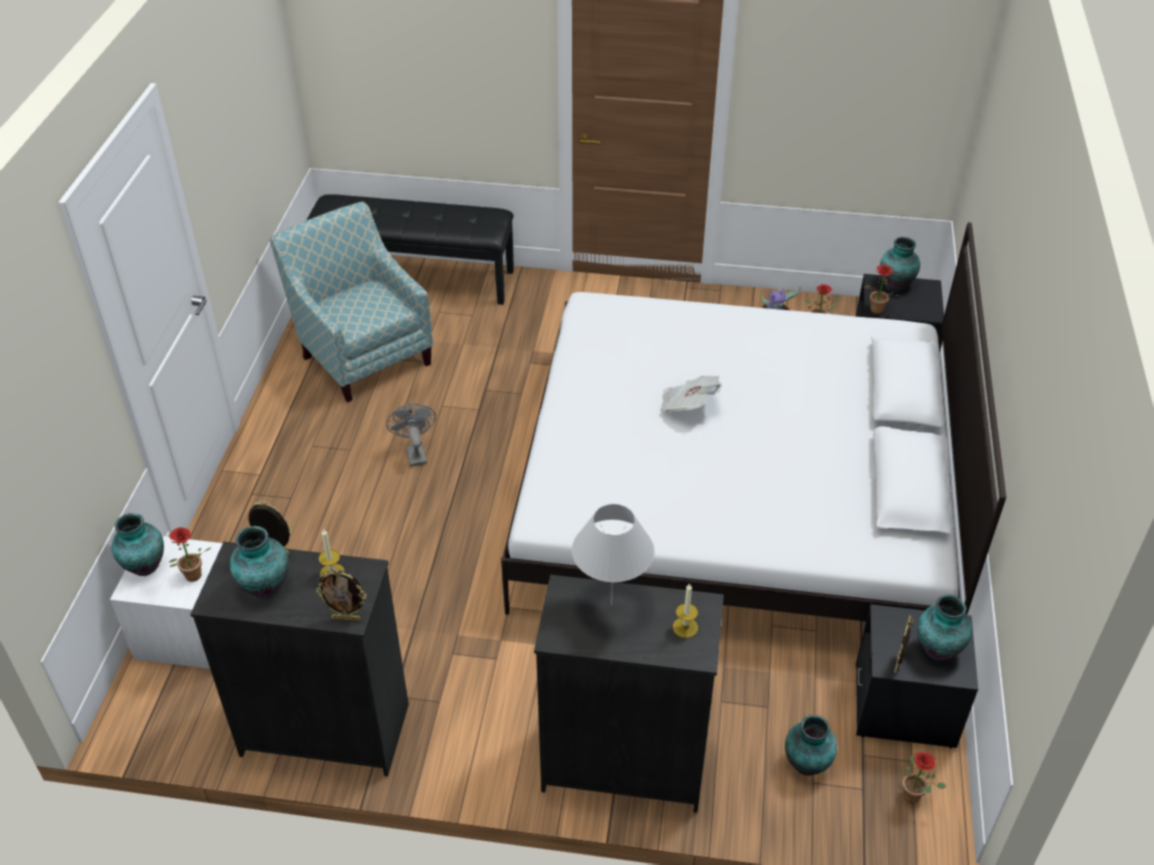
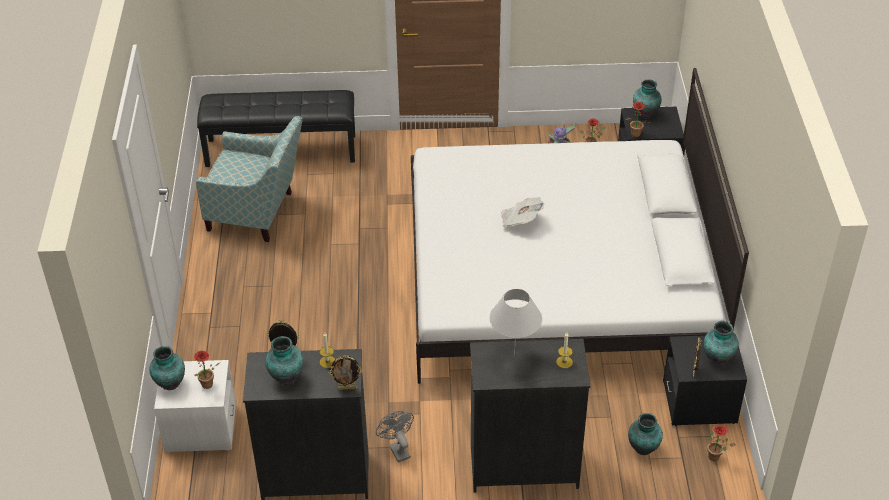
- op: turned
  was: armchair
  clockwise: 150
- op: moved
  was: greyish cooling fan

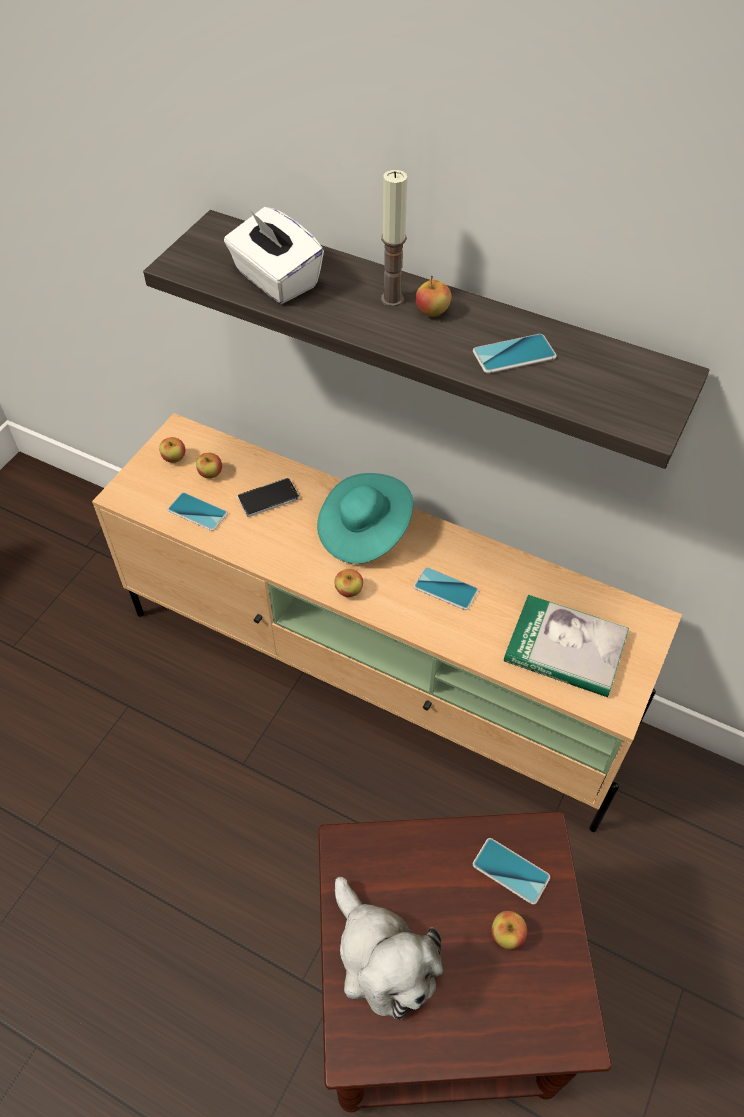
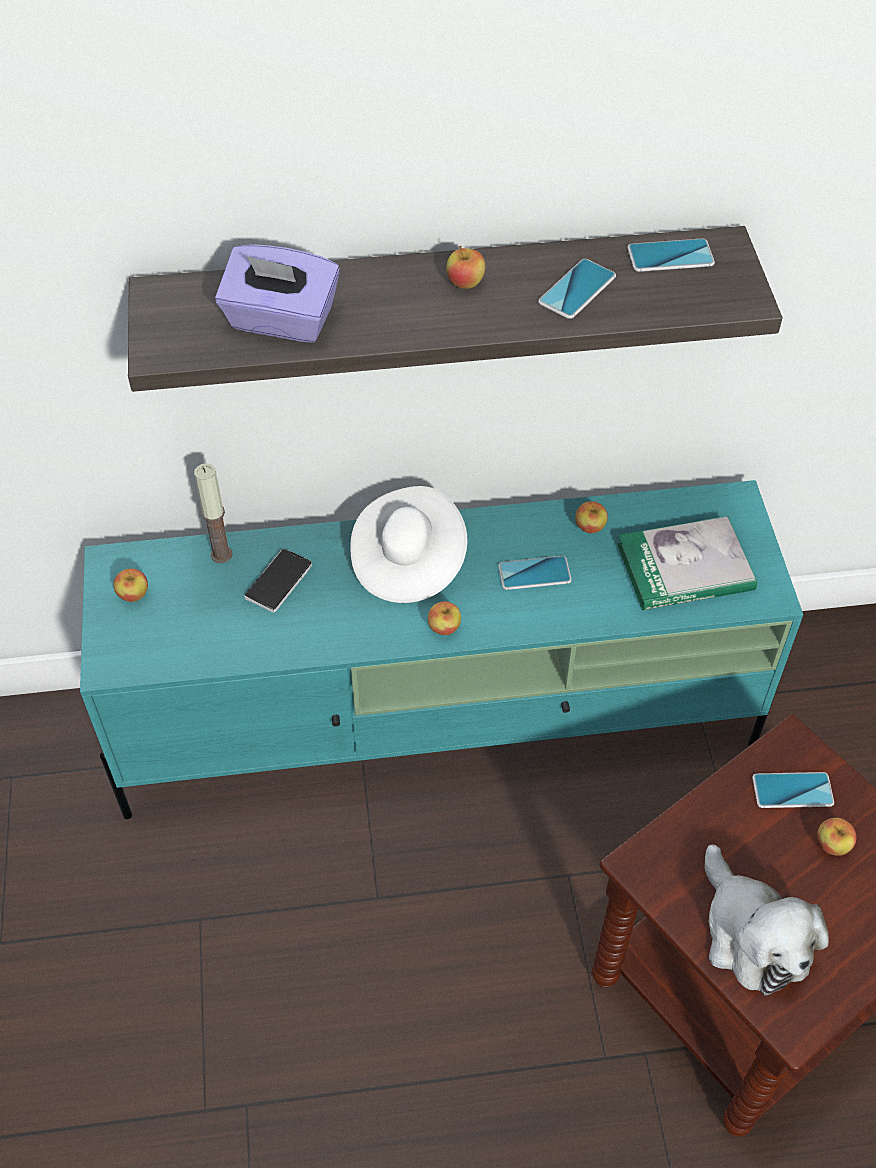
- op: moved
  was: wax candle
- op: recoloured
  was: whitish box of tissues
  now: purple-coloured box of tissues
- op: recoloured
  was: sand-coloured media console
  now: turquoise media console
- op: moved
  was: apple (2nd from left in the first image)
  now: apple (4th from left)
- op: recoloured
  was: turquoise wearable hat
  now: whitish wearable hat
- op: moved
  was: handset (1st from left in the first image)
  now: handset (4th from left)
- op: turned
  was: plush toy
  clockwise: 45

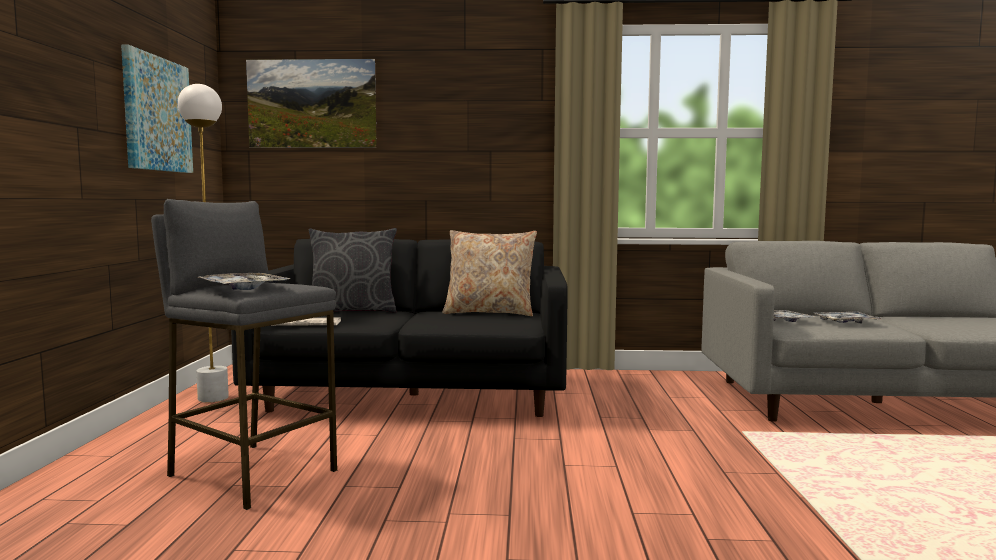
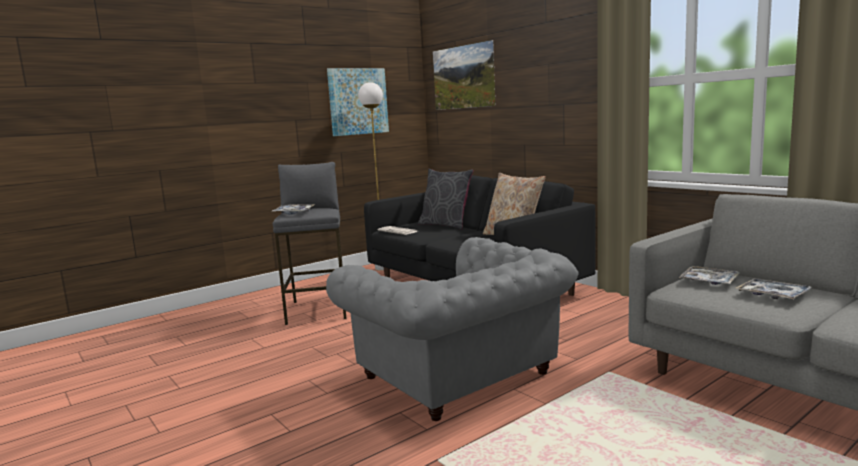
- op: added
  now: greyish armchair

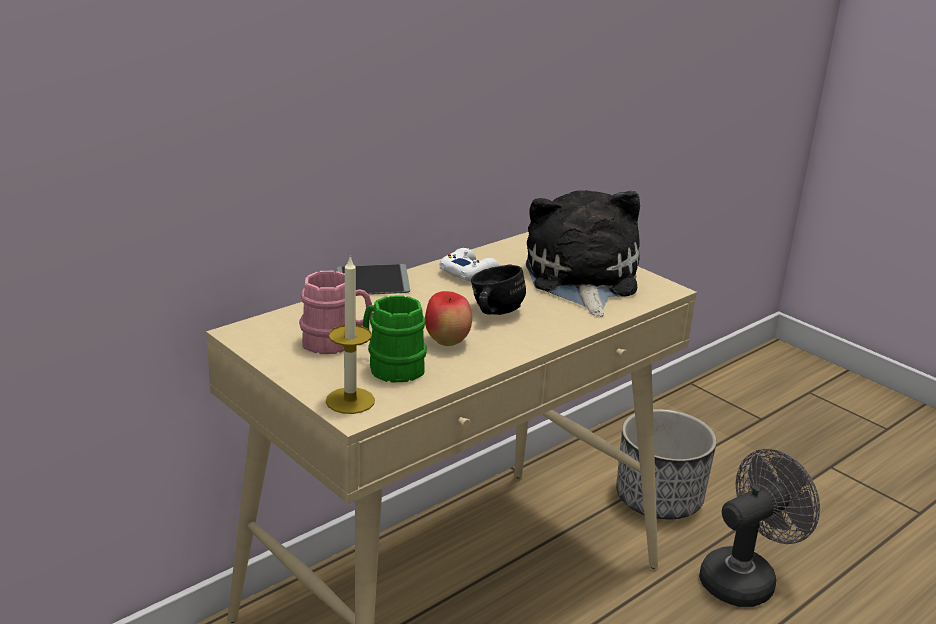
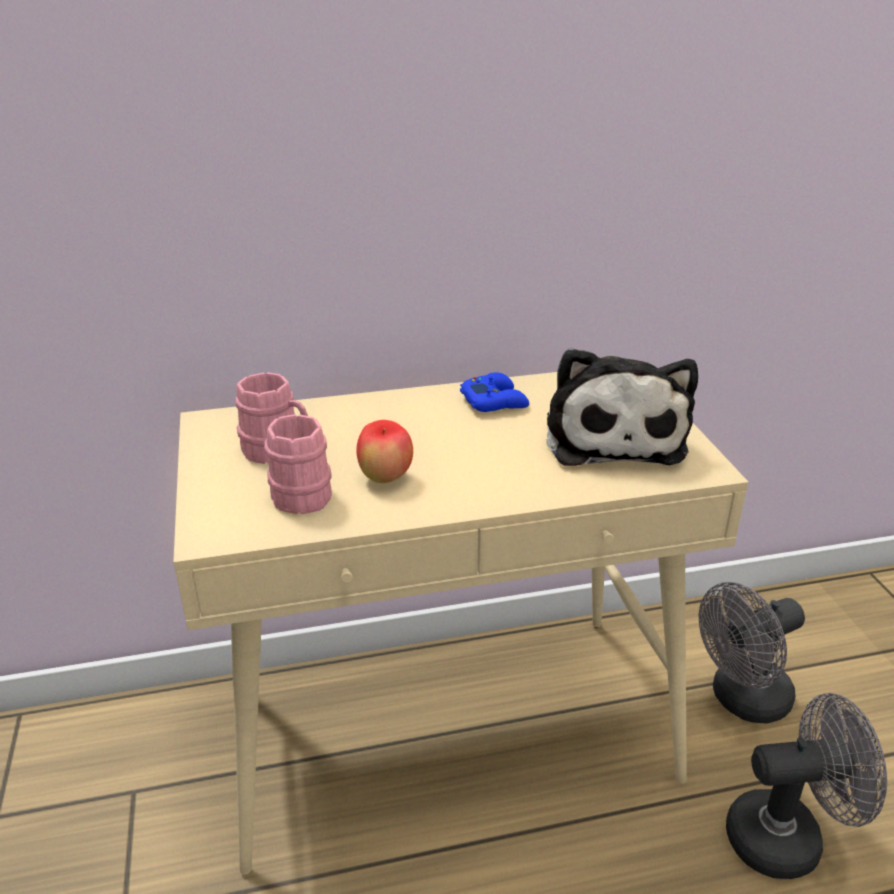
- op: turned
  was: plush toy
  clockwise: 150
- op: recoloured
  was: whitish joypad
  now: bluish joypad
- op: removed
  was: wax candle
- op: removed
  was: handset
- op: removed
  was: black-coloured tea mug
- op: recoloured
  was: greenish tea mug
  now: pink-coloured tea mug (2nd from left)
- op: replaced
  was: flower pot
  now: greyish cooling fan (1st from left)

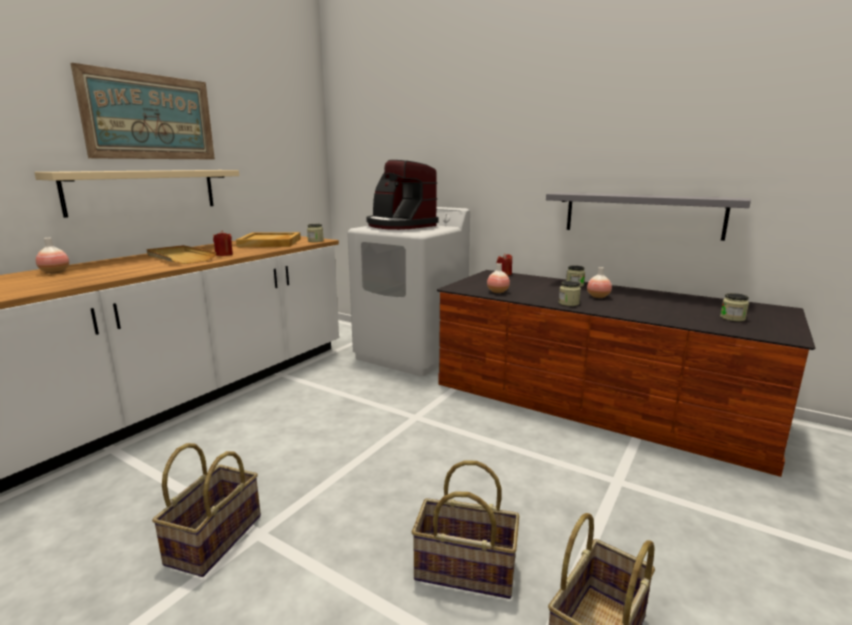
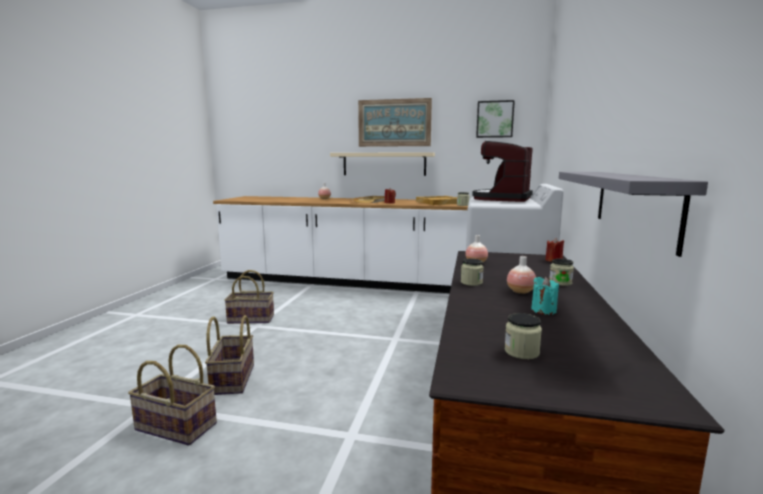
- op: added
  now: wall art (2nd from left)
- op: added
  now: turquoise wax candle

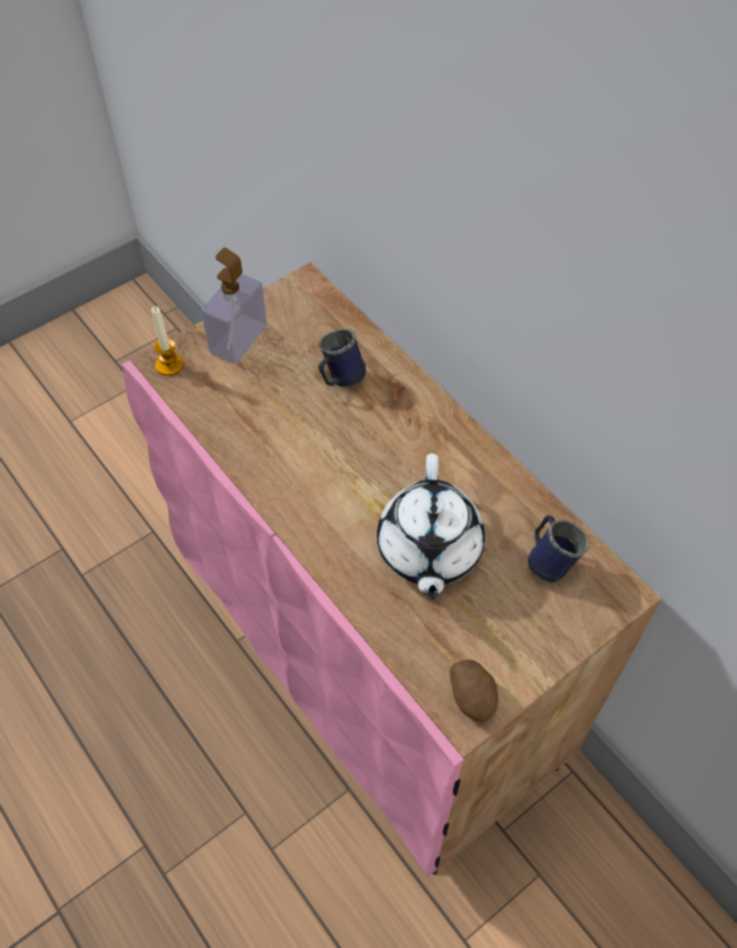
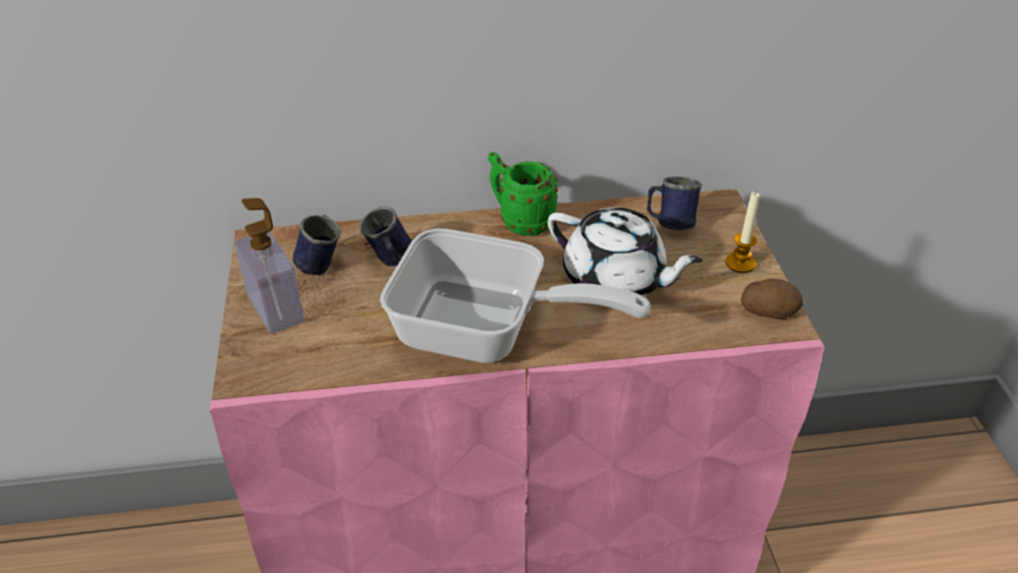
- op: moved
  was: wax candle
- op: added
  now: greenish tea mug
- op: added
  now: bluish tea mug (1st from left)
- op: added
  now: frying pan

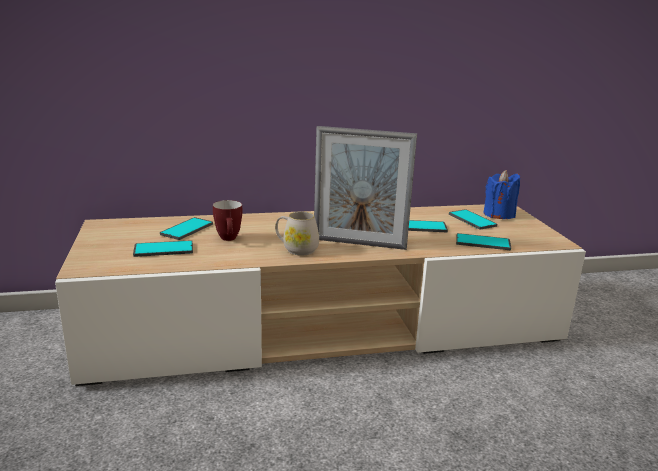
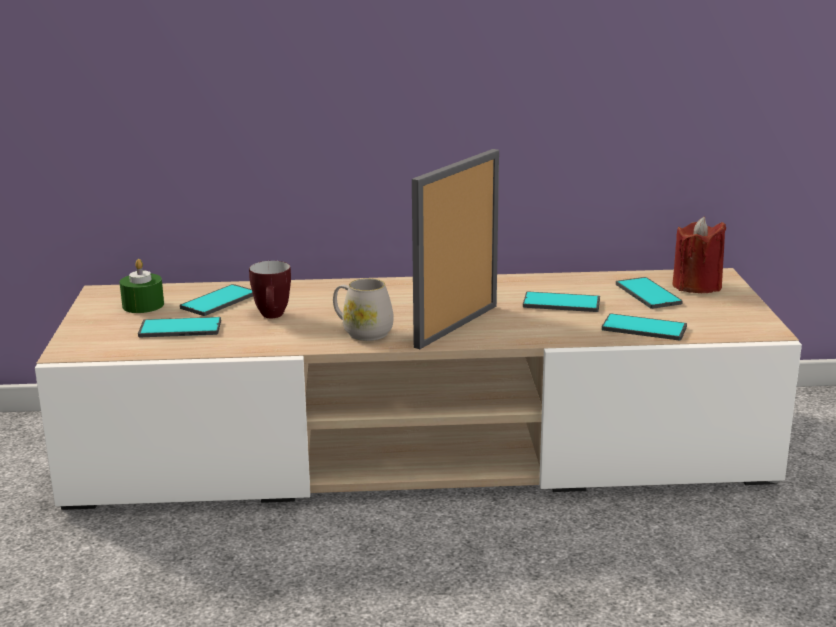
- op: turned
  was: standing frame
  clockwise: 105
- op: recoloured
  was: bluish wax candle
  now: red wax candle
- op: added
  now: greenish wax candle

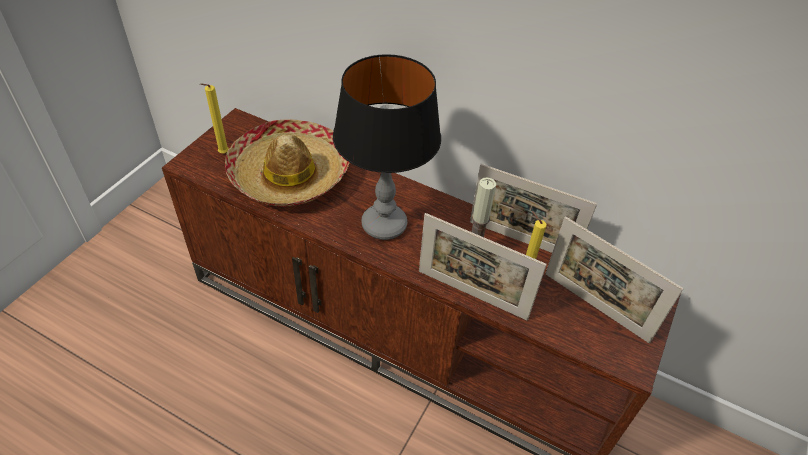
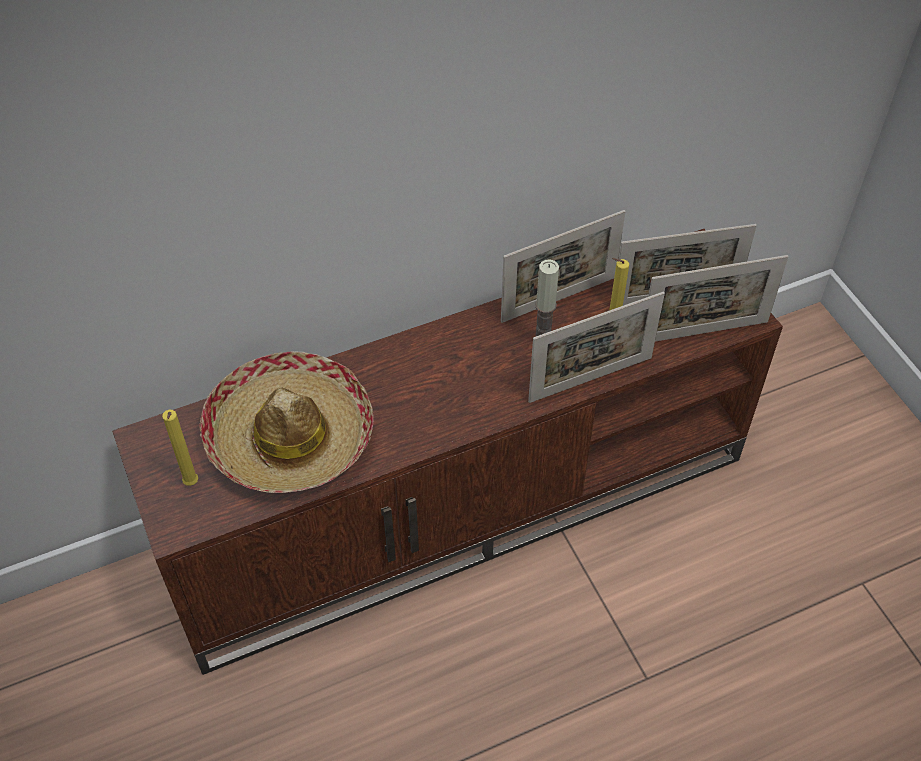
- op: removed
  was: tabletop lamp
- op: added
  now: standing frame (4th from left)

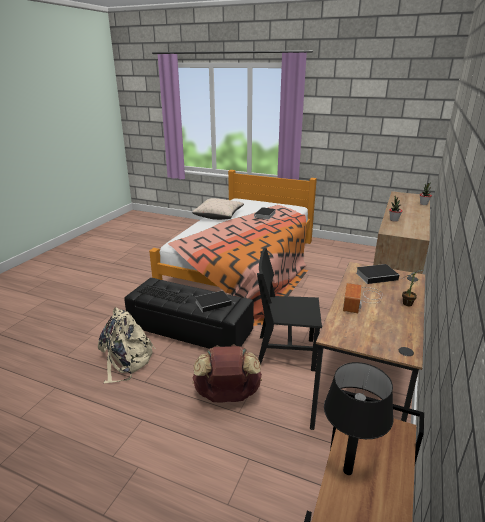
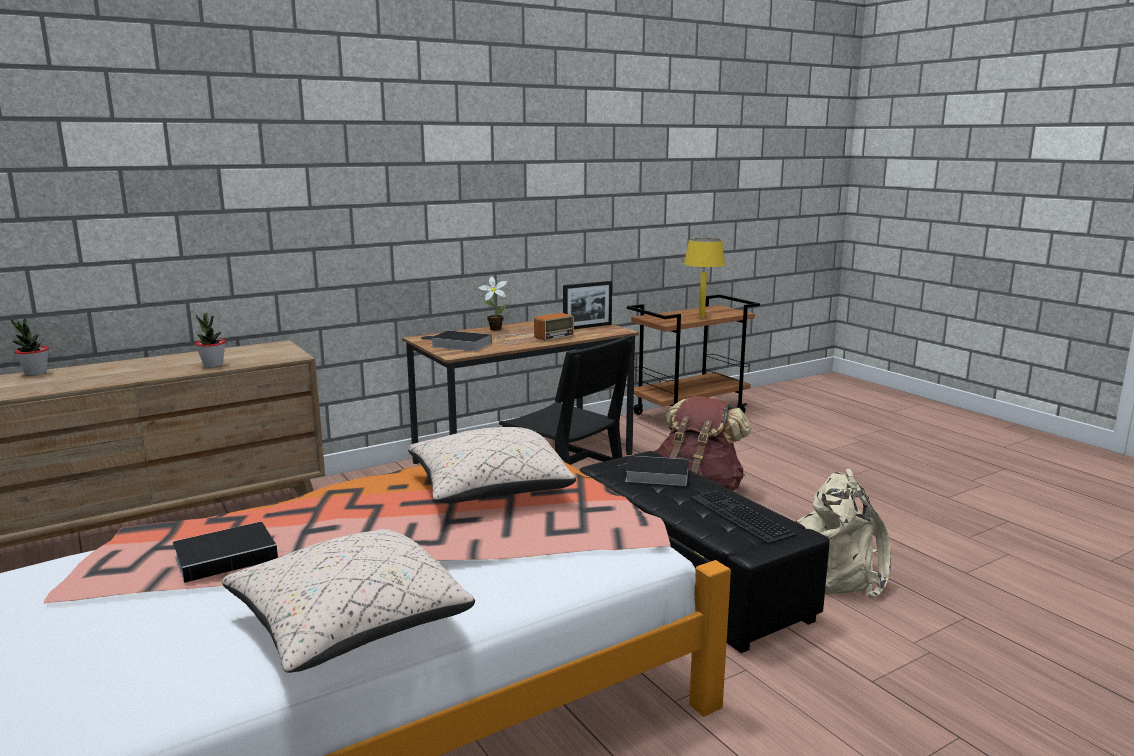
- op: recoloured
  was: black-coloured tabletop lamp
  now: yellow tabletop lamp
- op: added
  now: standing frame
- op: added
  now: sand-coloured throw pillow (2nd from left)

